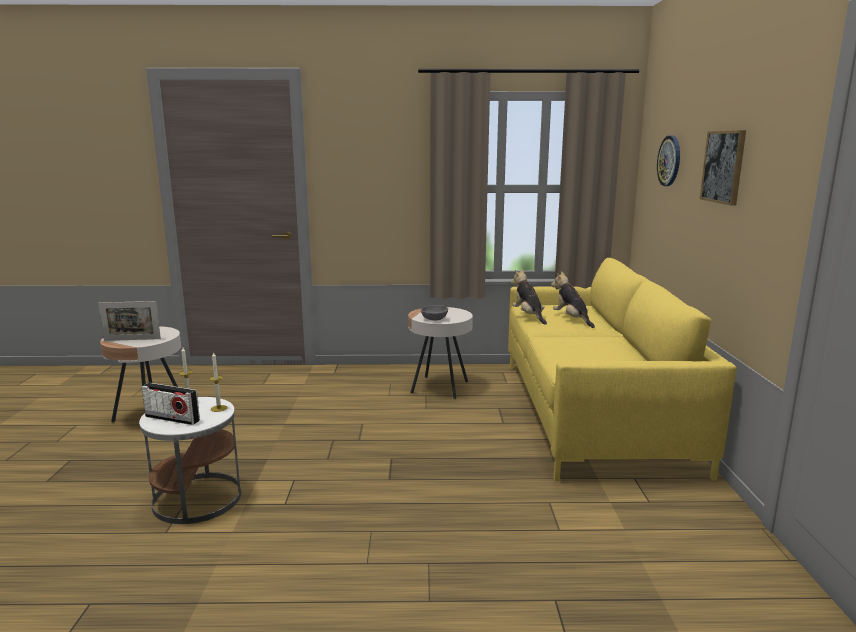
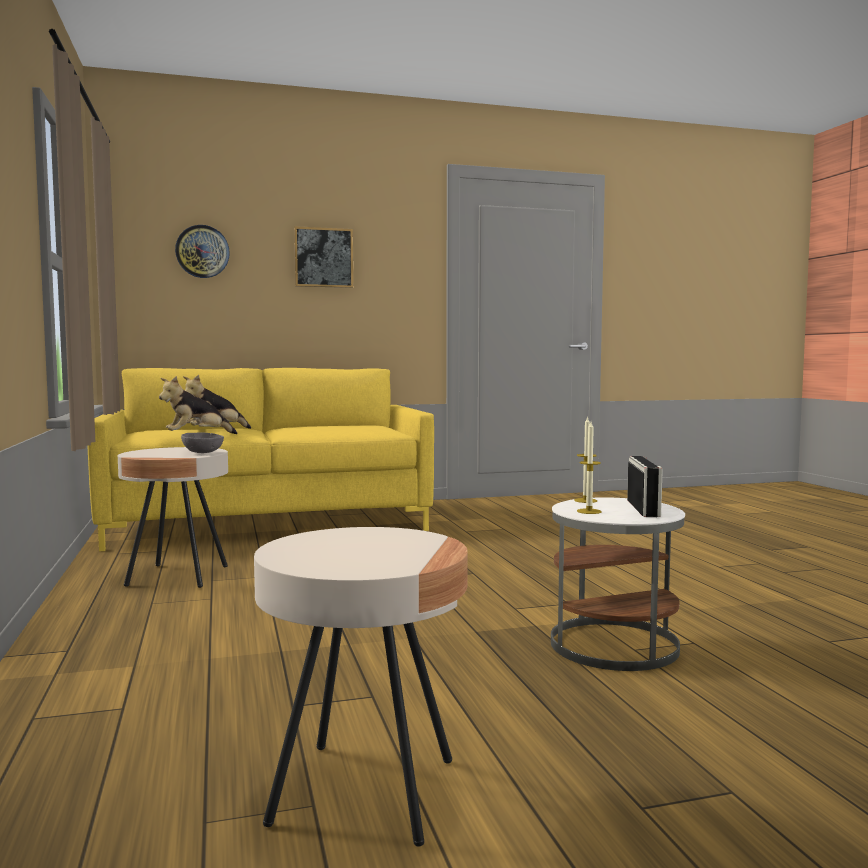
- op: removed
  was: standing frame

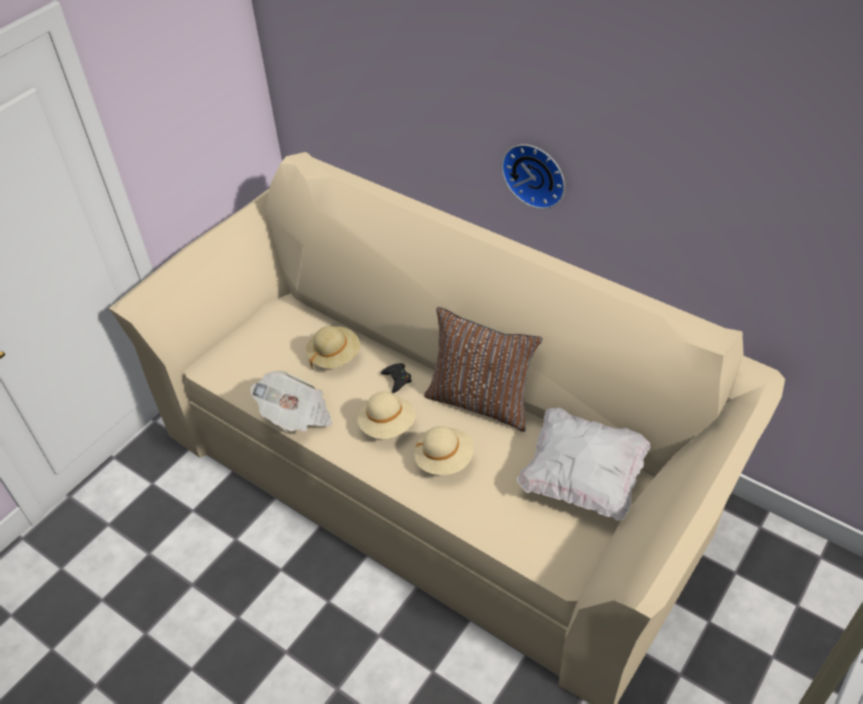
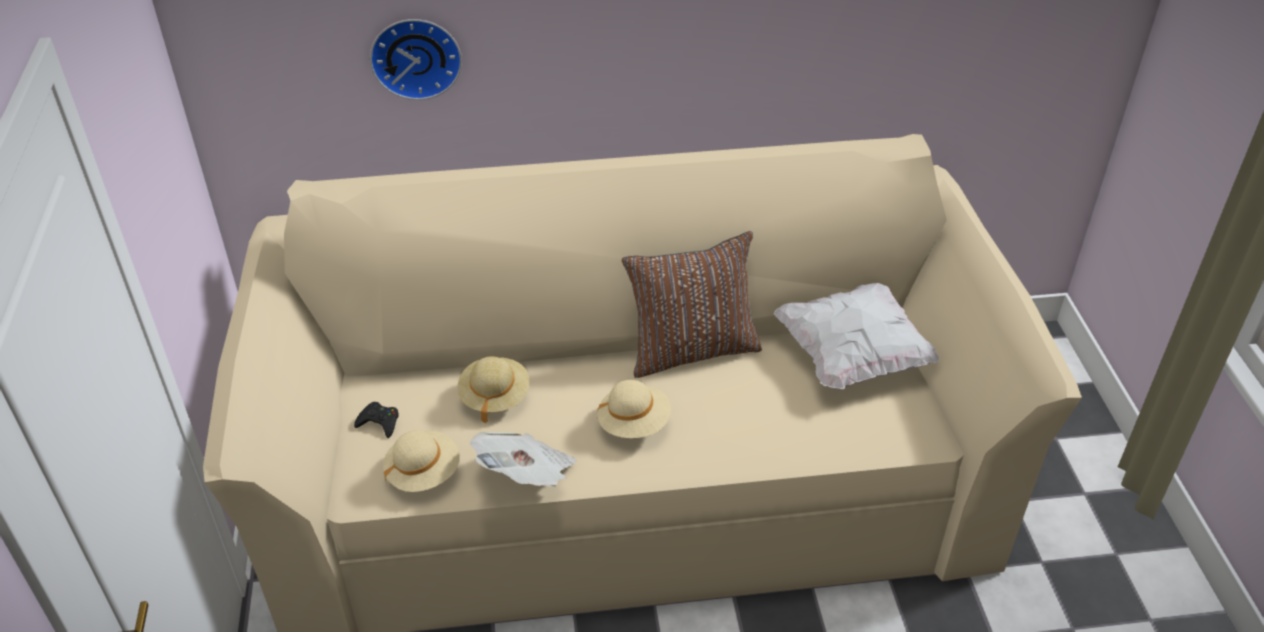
- op: moved
  was: clock on the wall
- op: moved
  was: black-coloured joypad
- op: moved
  was: sand-coloured wearable hat (3rd from left in the first image)
  now: sand-coloured wearable hat (1st from left)

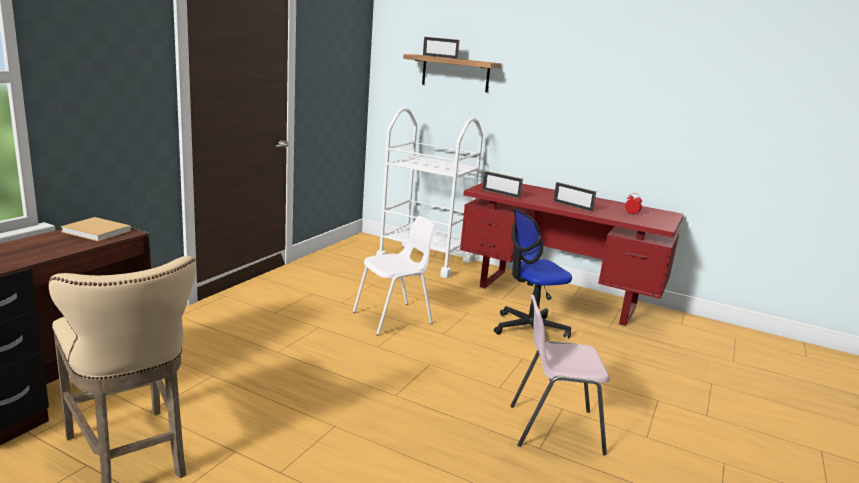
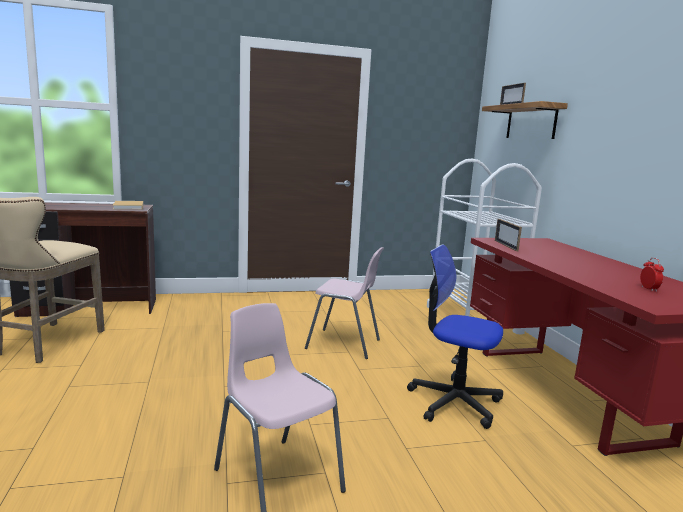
- op: removed
  was: standing frame (3rd from left)
- op: recoloured
  was: whitish chair
  now: pink-coloured chair (2nd from left)

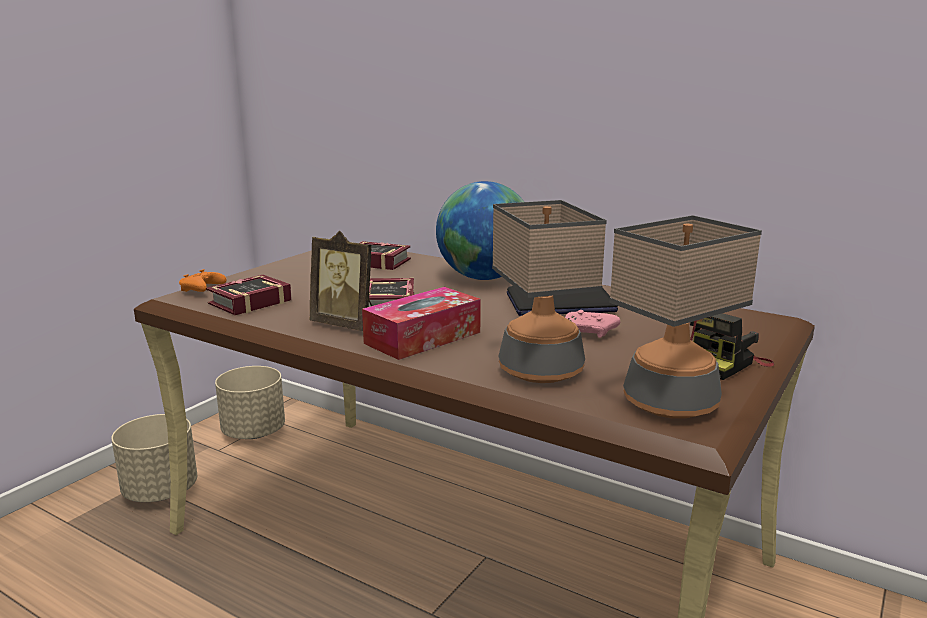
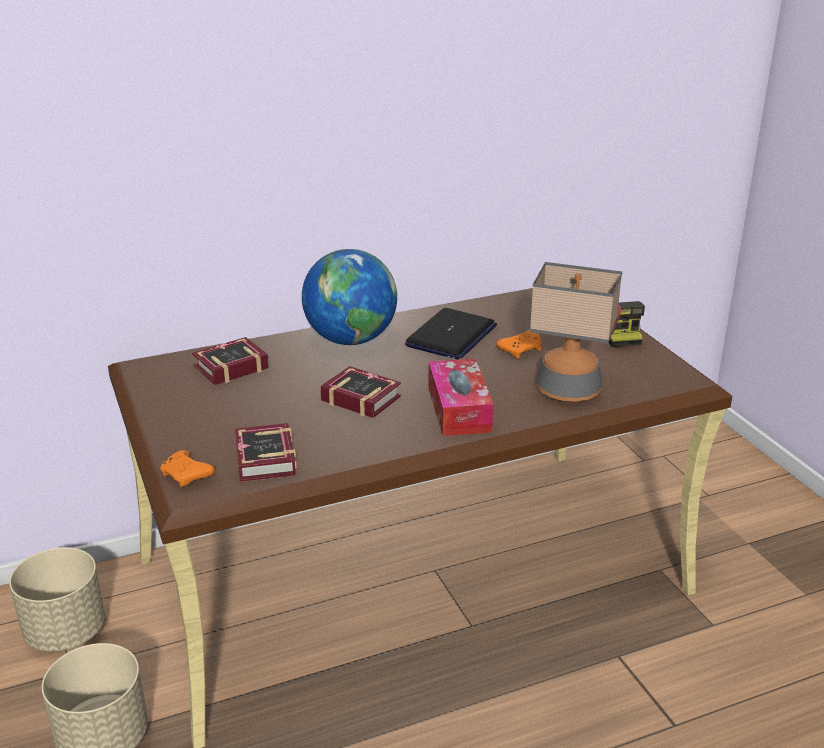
- op: removed
  was: tabletop lamp (2nd from left)
- op: removed
  was: standing frame
- op: recoloured
  was: pink-coloured joypad
  now: orangey joypad (2nd from left)

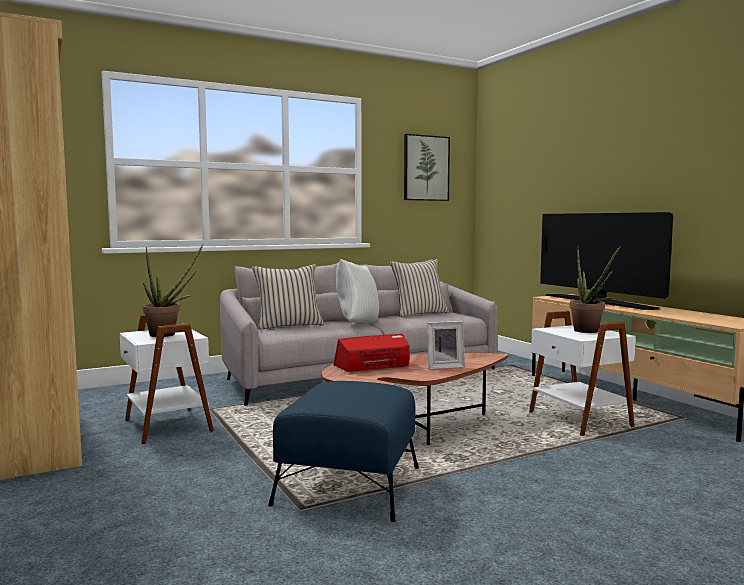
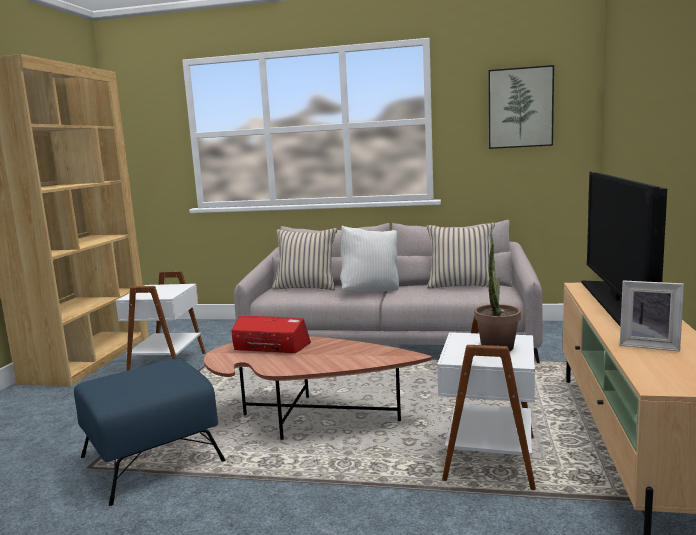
- op: removed
  was: plant in a pot (1st from left)
- op: moved
  was: standing frame

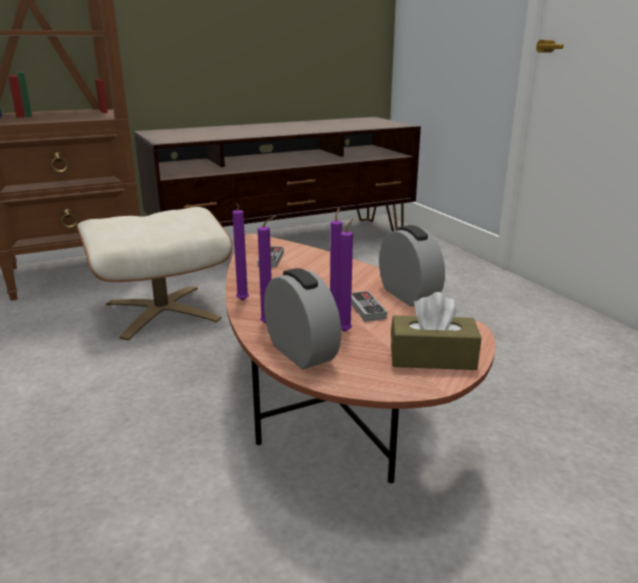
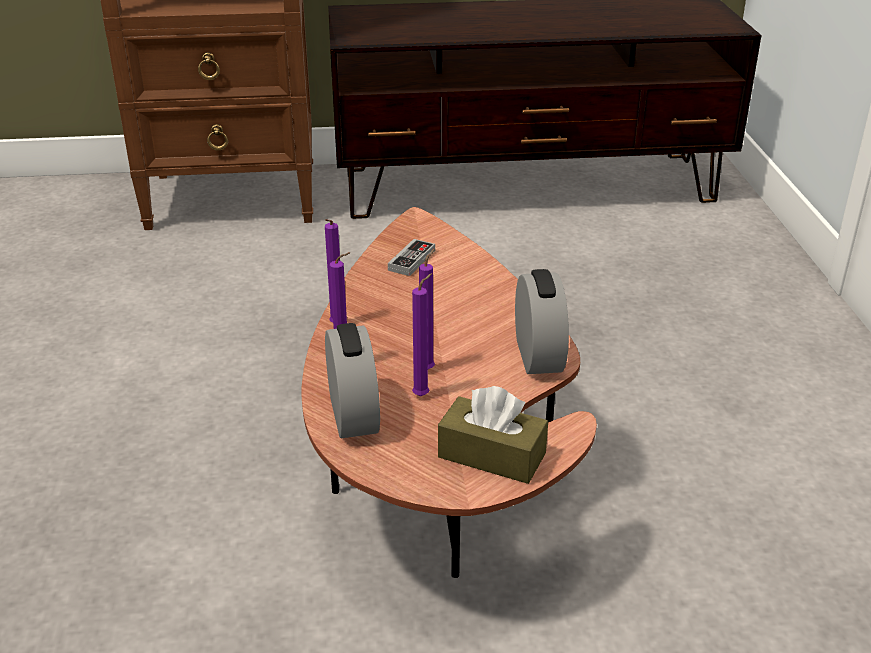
- op: removed
  was: sand-coloured ottoman
- op: removed
  was: joypad (2nd from left)

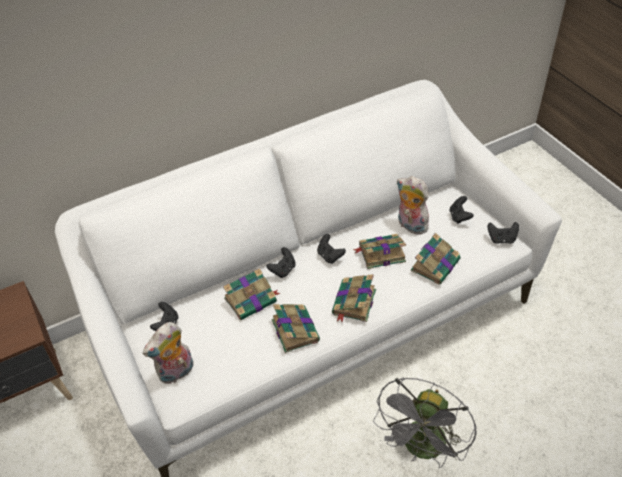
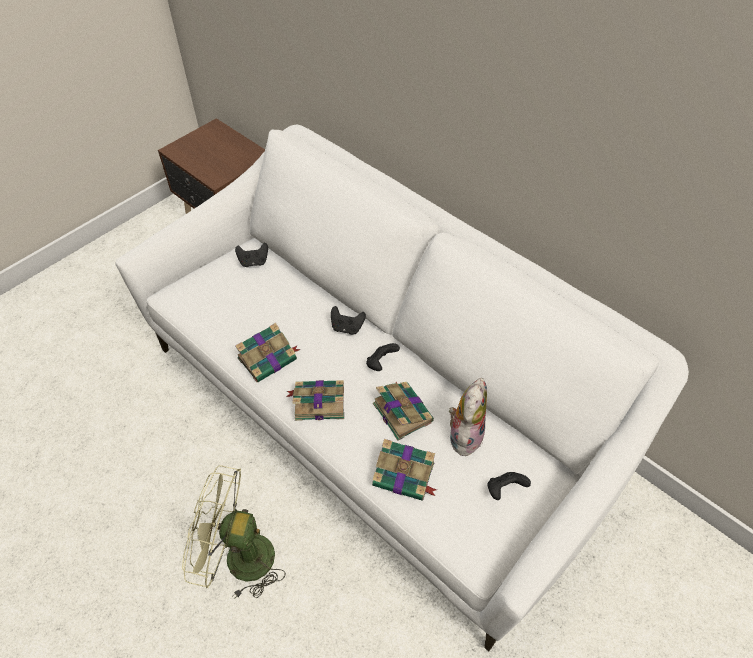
- op: removed
  was: black-coloured joypad (5th from left)
- op: removed
  was: volume (1st from left)
- op: removed
  was: plush toy (1st from left)
- op: recoloured
  was: greyish cooling fan
  now: greenish cooling fan

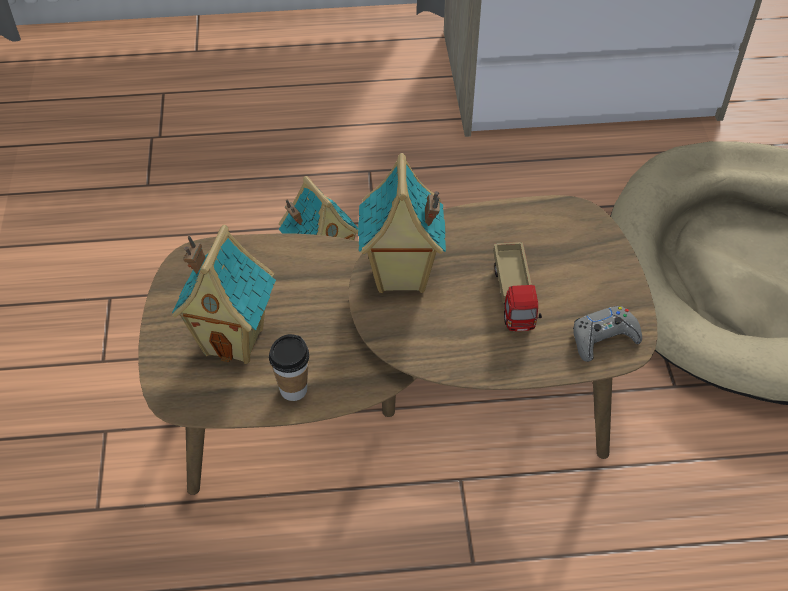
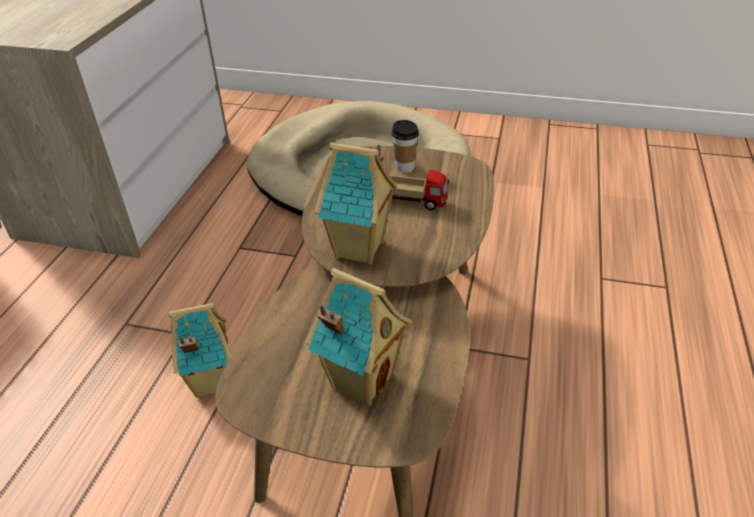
- op: removed
  was: greyish joypad
- op: moved
  was: drinking cup

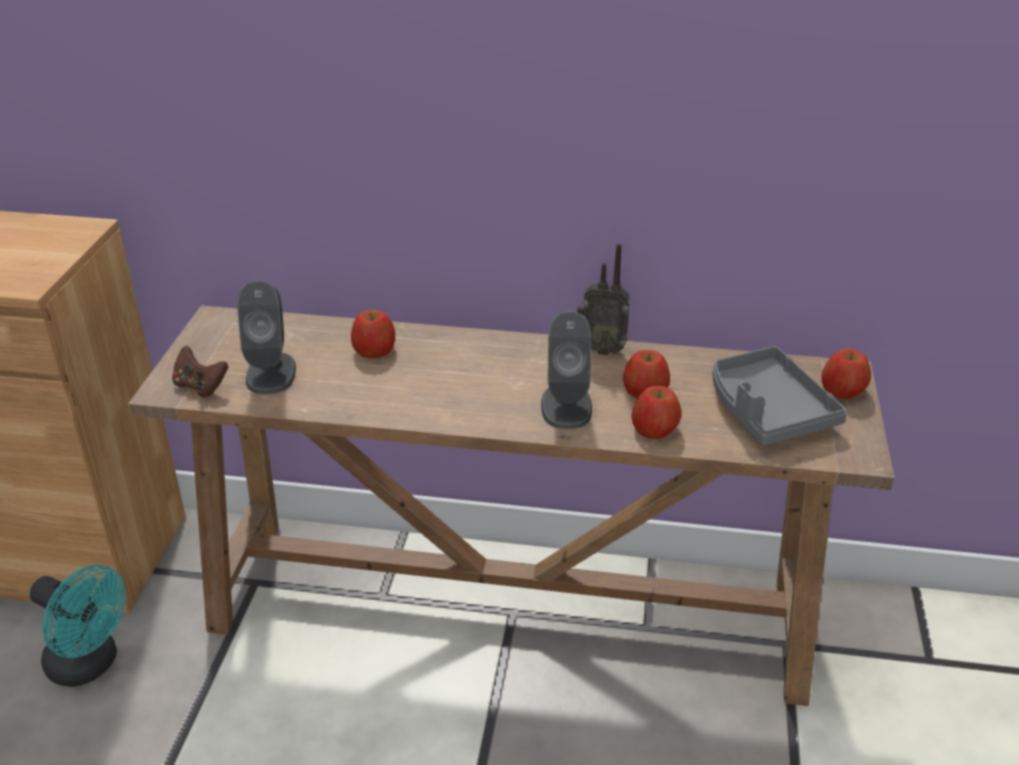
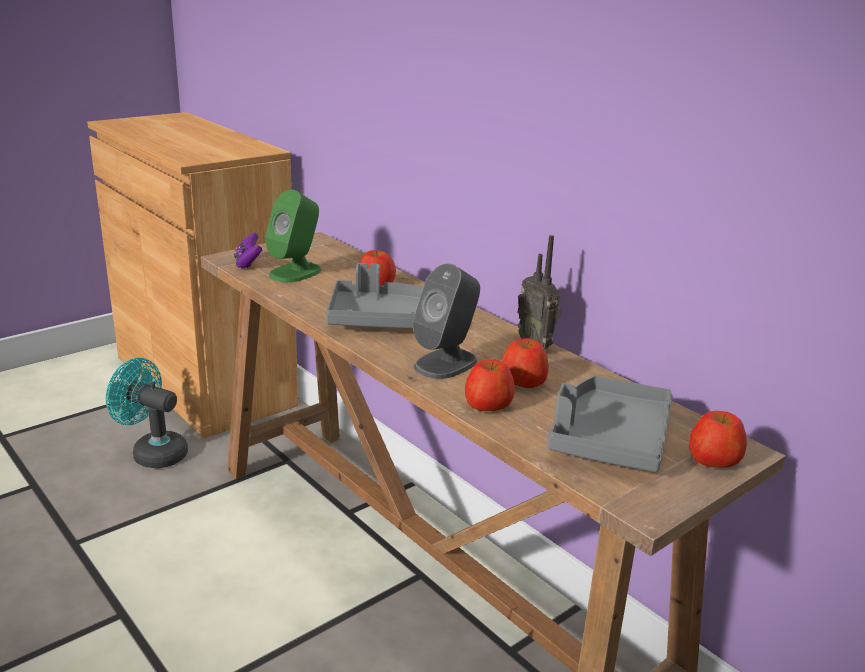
- op: recoloured
  was: greyish speaker (1st from left)
  now: greenish speaker
- op: recoloured
  was: brown joypad
  now: purple-coloured joypad
- op: turned
  was: turquoise cooling fan
  clockwise: 135
- op: added
  now: greyish carrying tray (1st from left)

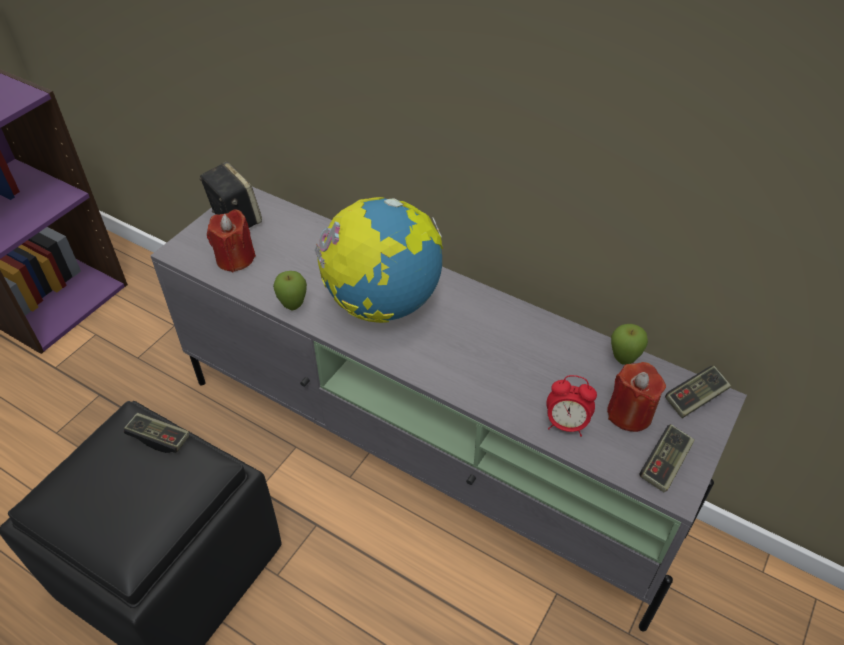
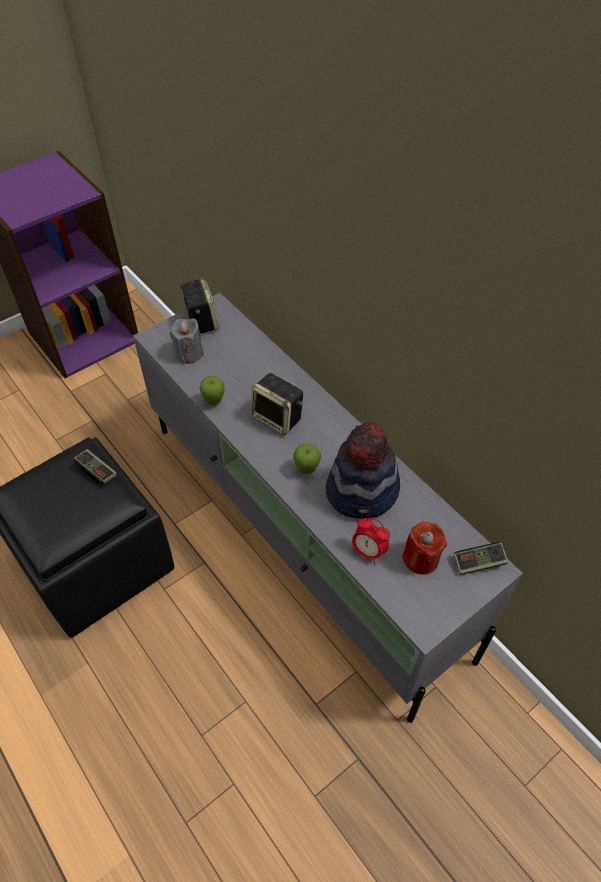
- op: replaced
  was: globe
  now: speaker (2nd from left)
- op: recoloured
  was: red wax candle (1st from left)
  now: greyish wax candle
- op: moved
  was: apple (2nd from left)
- op: removed
  was: joypad (2nd from left)
- op: added
  now: wearable hat

